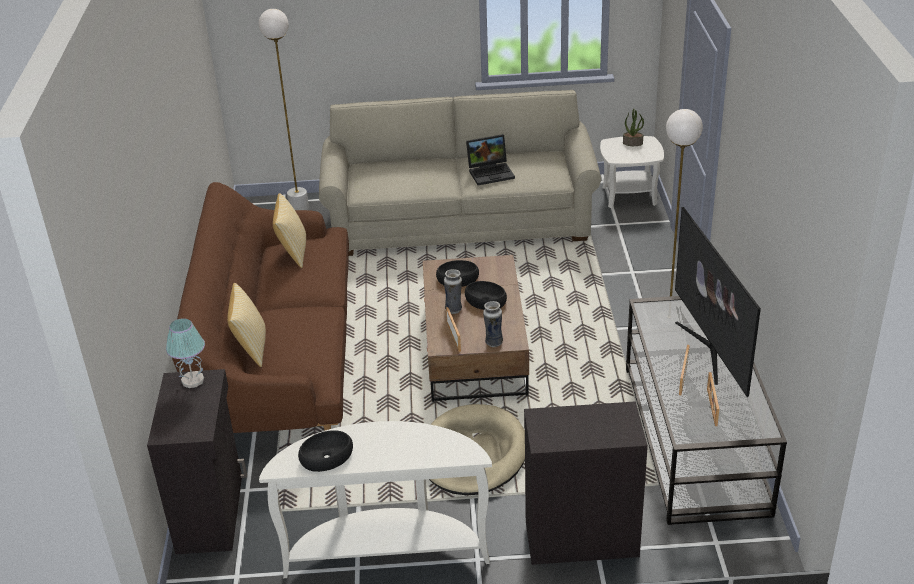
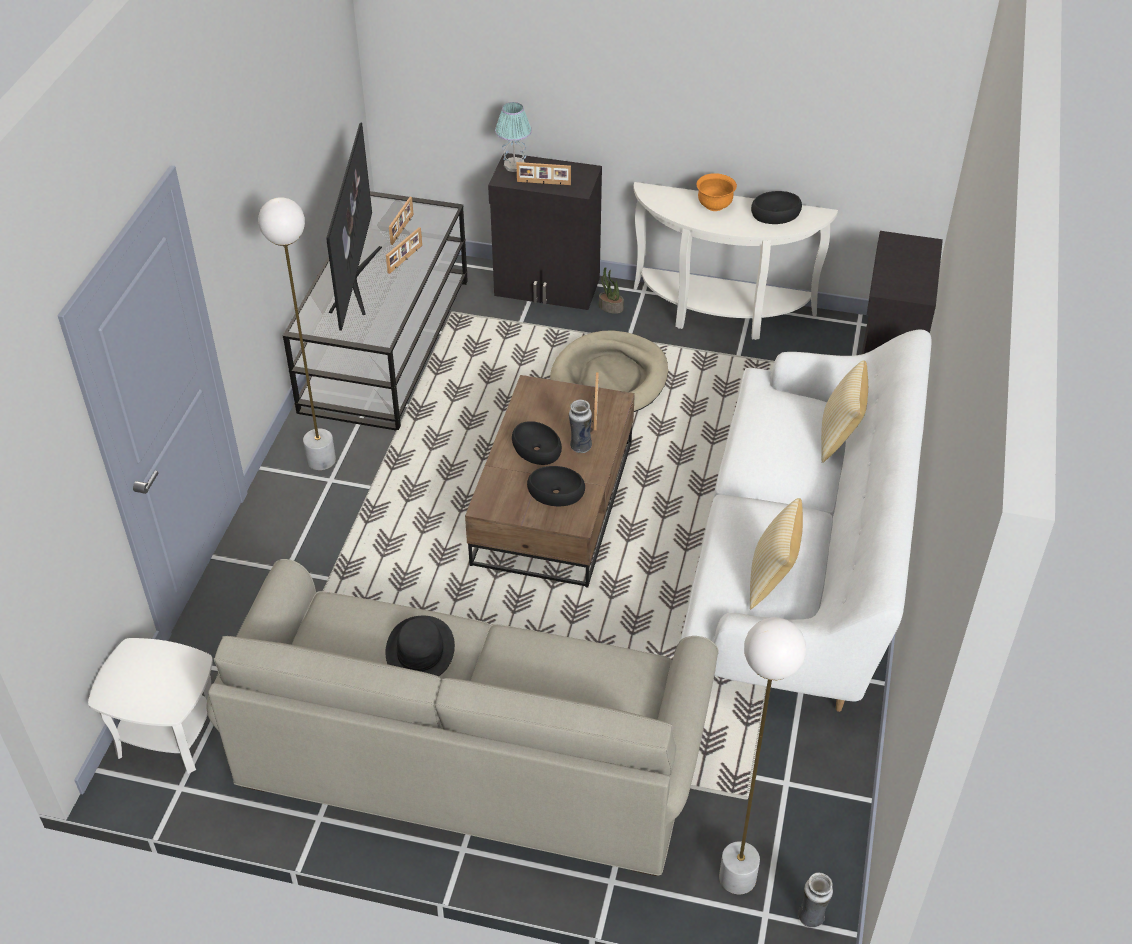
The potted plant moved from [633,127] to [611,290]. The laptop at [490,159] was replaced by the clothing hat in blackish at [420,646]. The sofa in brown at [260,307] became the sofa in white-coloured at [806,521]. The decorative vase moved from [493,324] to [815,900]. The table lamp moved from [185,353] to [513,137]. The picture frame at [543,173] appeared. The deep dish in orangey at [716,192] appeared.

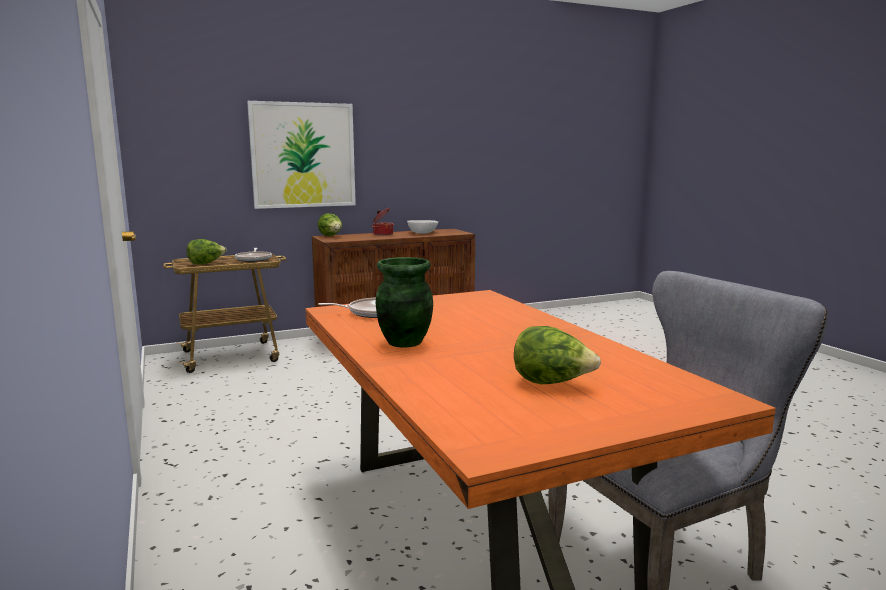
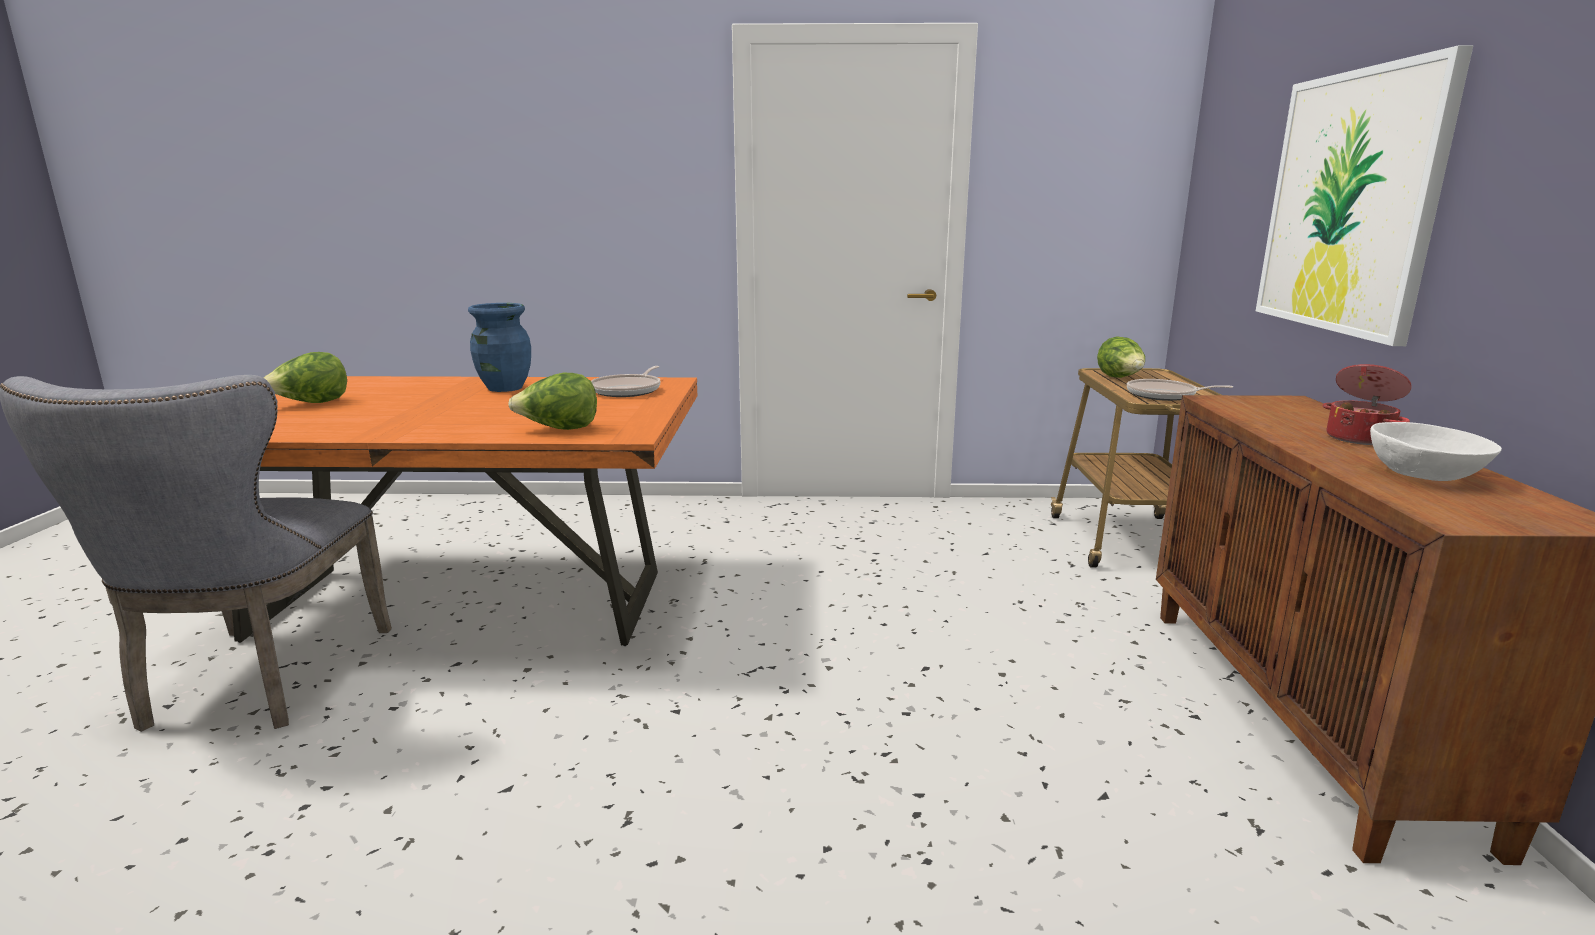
The lettuce head moved from [330,224] to [552,401]. The decorative vase in greenish at [404,302] became the decorative vase in blue at [499,347].

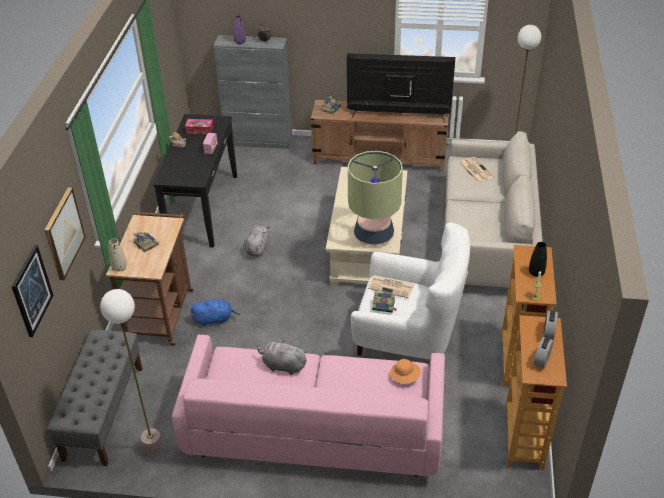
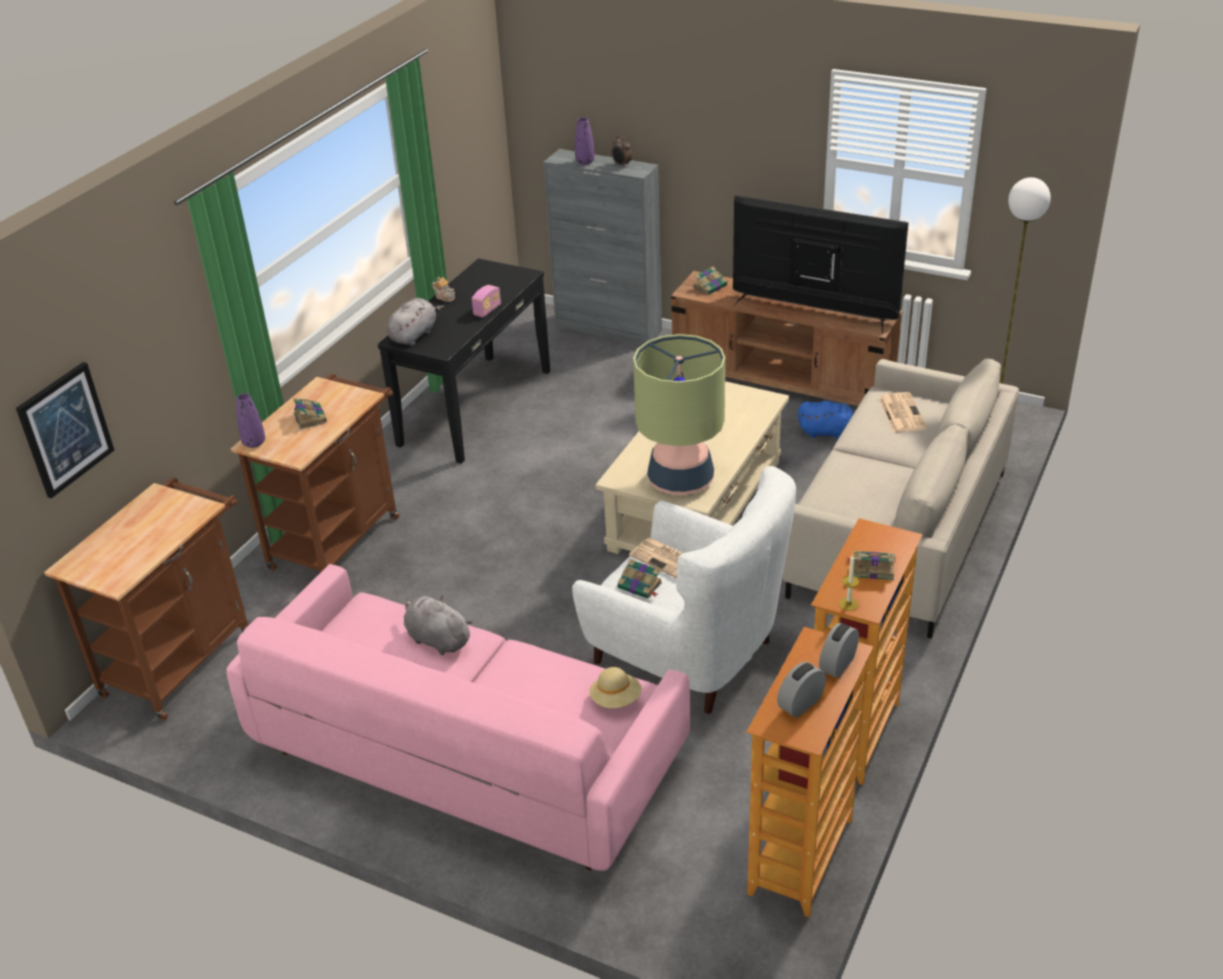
The tissue box at [199,126] disappeared. The wall art at [65,234] disappeared. The cuddly toy in greyish moved from [257,240] to [416,321]. The decorative vase in sand-coloured at [118,255] became the decorative vase in purple-coloured at [250,420]. The decorative vase in blackish at [538,259] was replaced by the volume at [871,565]. The standing lamp at [131,372] disappeared. The cuddly toy in blue moved from [215,312] to [826,420]. The bench in greyish at [95,398] was replaced by the wheeled cart in brown at [146,599]. The clothing hat in orangey at [405,371] became the clothing hat in sand-coloured at [615,687].

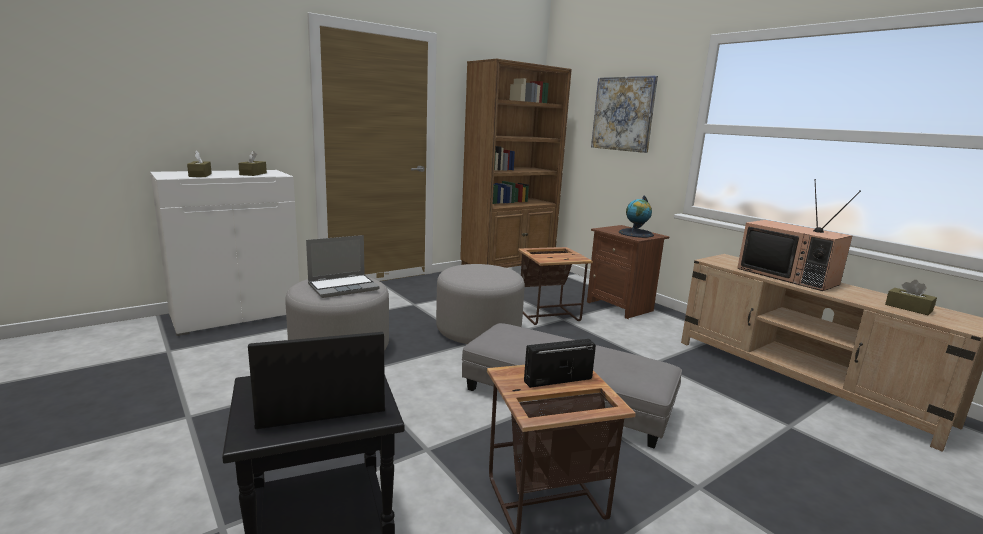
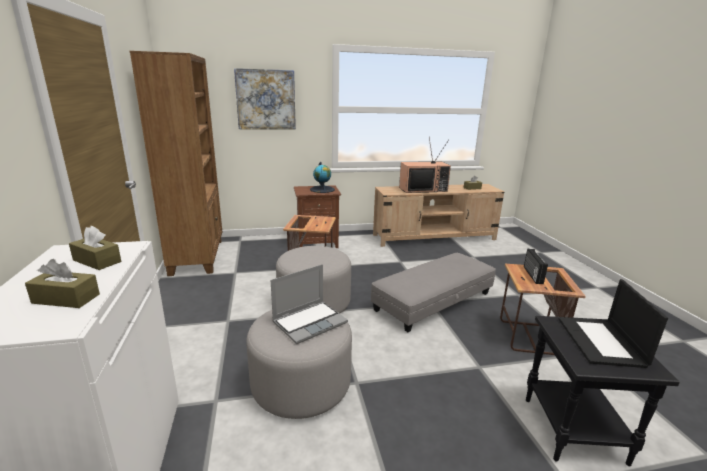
The laptop at [343,266] turned 60 degrees clockwise.

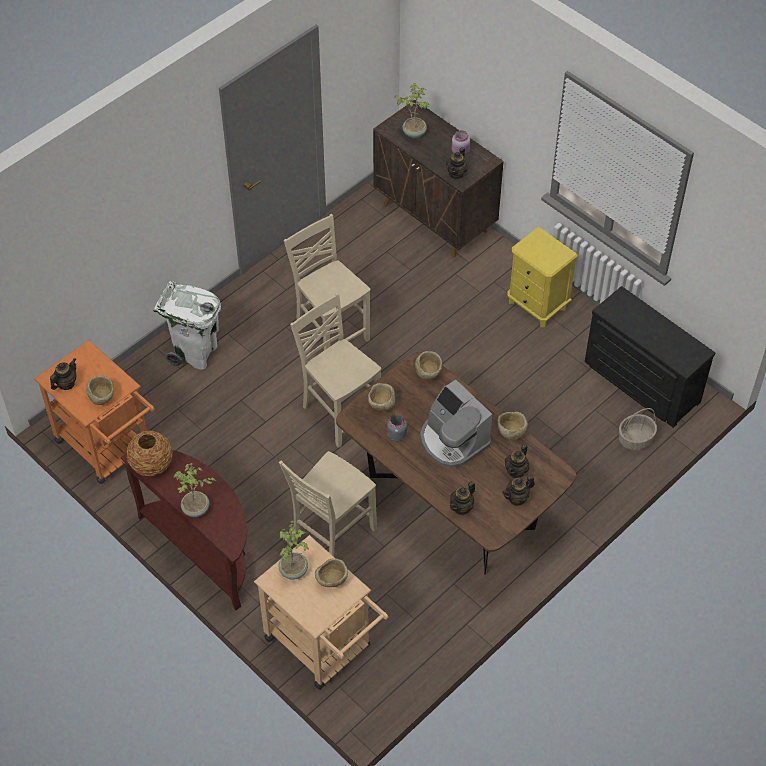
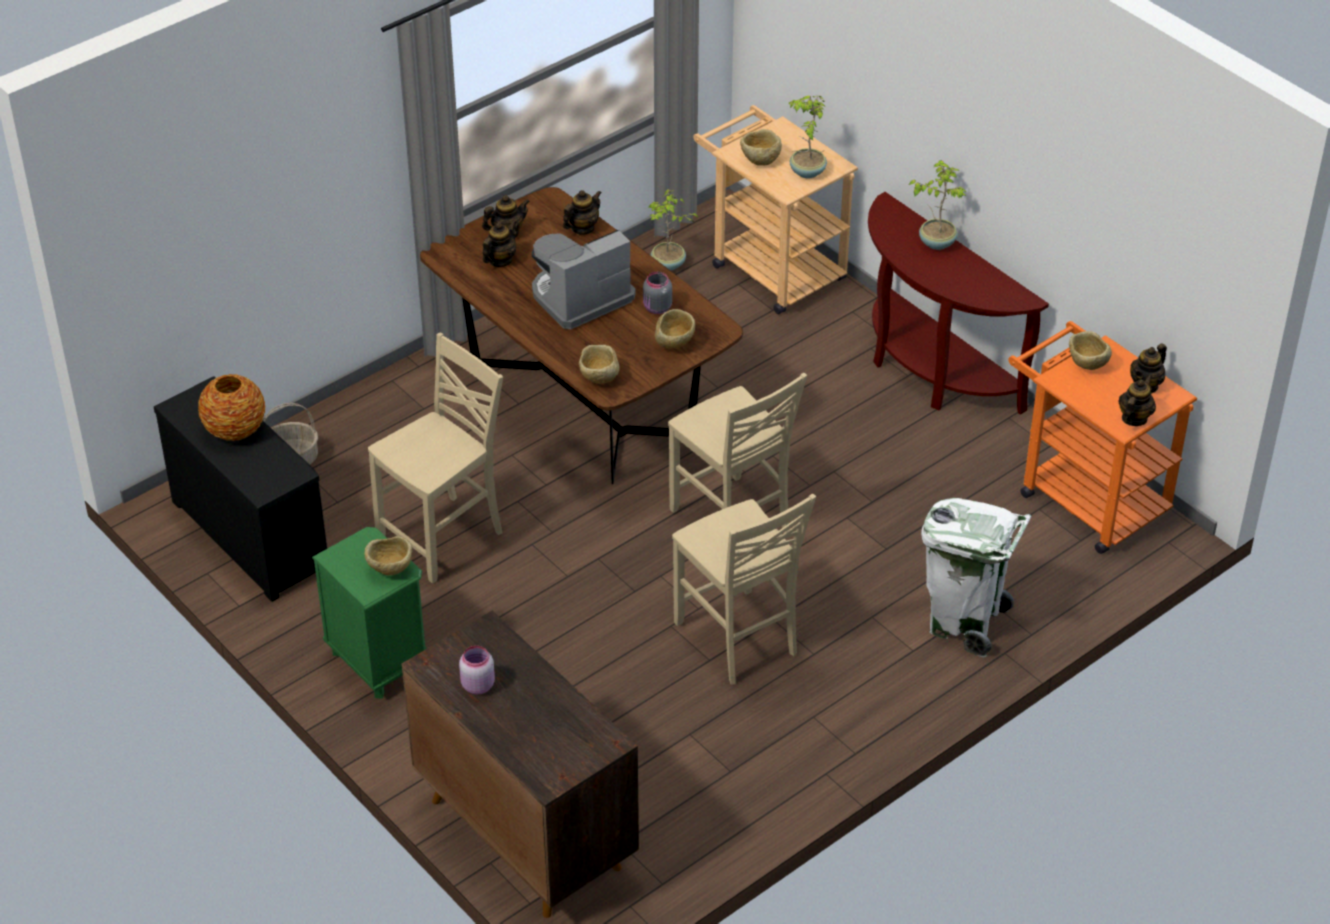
The potted plant moved from [412,110] to [673,230]. The teapot moved from [457,163] to [1137,400]. The bedside table in yellowish at [542,277] became the bedside table in greenish at [369,613]. The coffee machine at [456,424] turned 90 degrees counterclockwise. The deep dish in sand-coloured moved from [512,426] to [388,556]. The decorative vase moved from [150,453] to [231,407]. The plain chair in sand-coloured moved from [328,503] to [435,458].

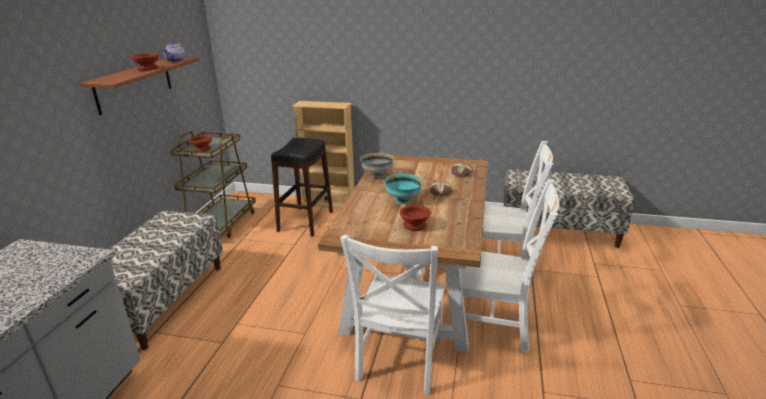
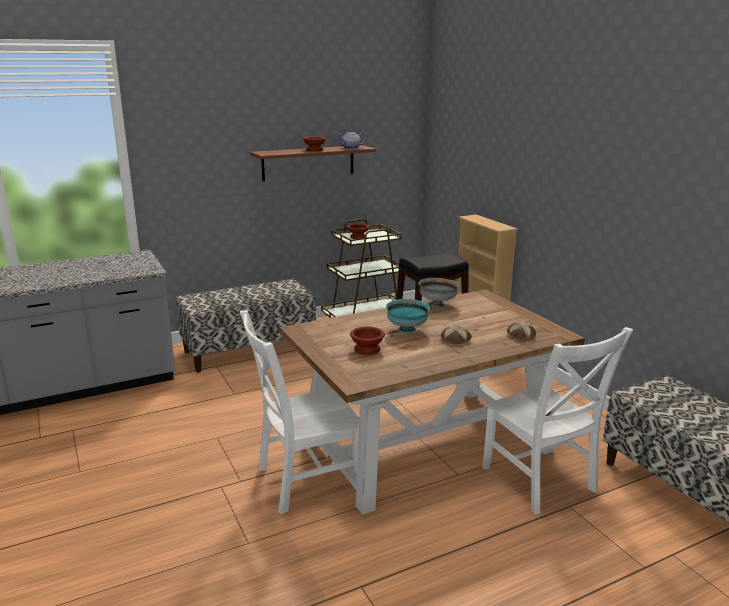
The plain chair in white-coloured at [506,266] disappeared.

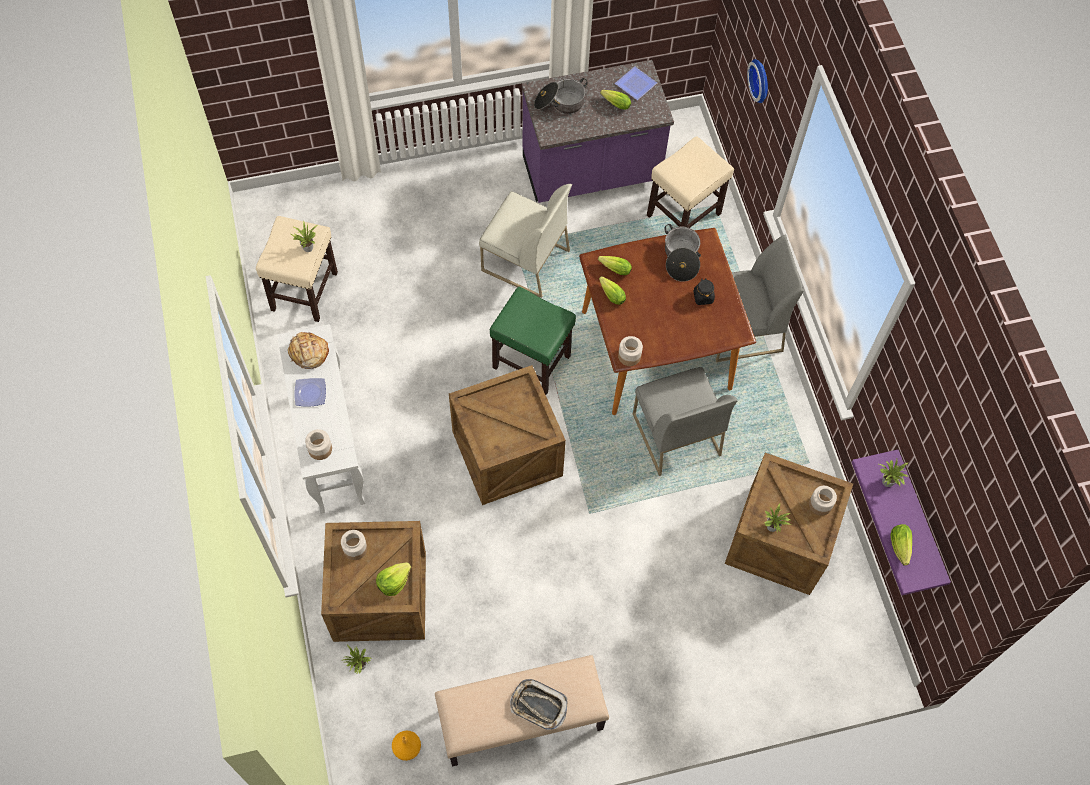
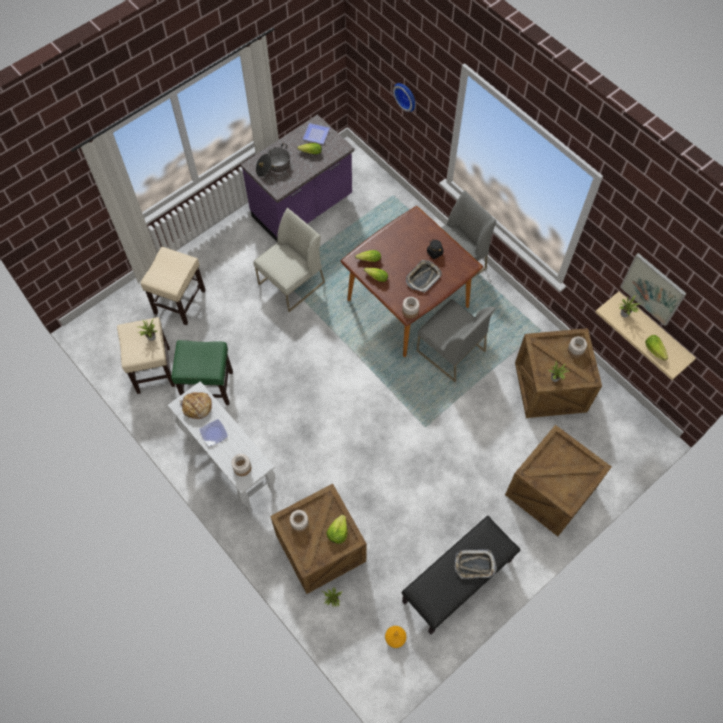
The sitting stool in sand-coloured moved from [690,182] to [173,286]. The plain chair in white-coloured at [525,241] turned 45 degrees counterclockwise. The cooking pot at [682,253] disappeared. The sitting stool in greenish moved from [533,341] to [202,372]. The crate moved from [507,435] to [558,480]. The wall shelf in purple-coloured at [901,523] became the wall shelf in sand-coloured at [645,336]. The bench in sand-coloured at [522,710] became the bench in blackish at [461,575]. The wall art at [653,289] appeared. The tray at [424,276] appeared.

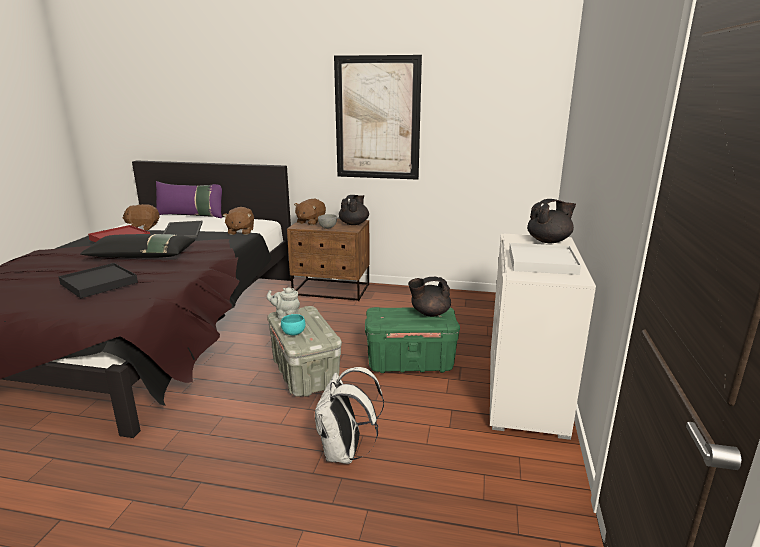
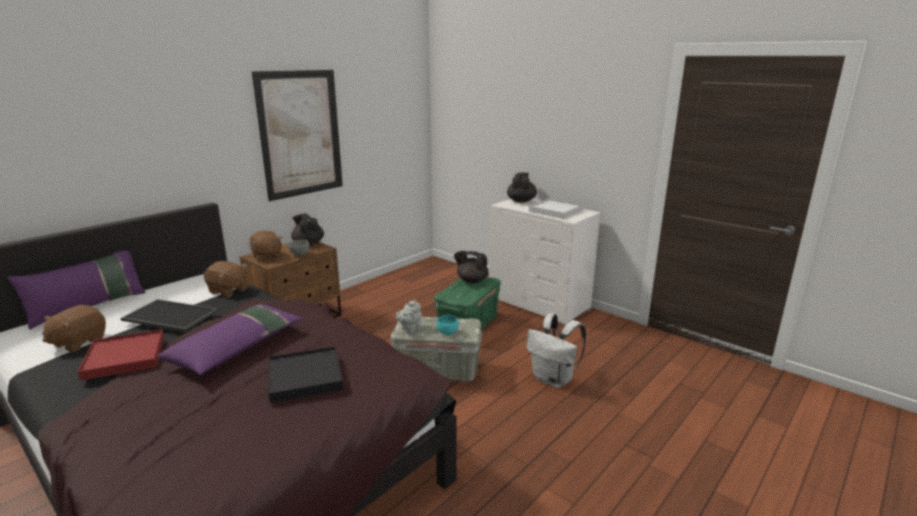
The pillow in blackish at [137,246] became the pillow in purple-coloured at [229,339]. The teapot in blackish at [429,297] turned 90 degrees clockwise.

